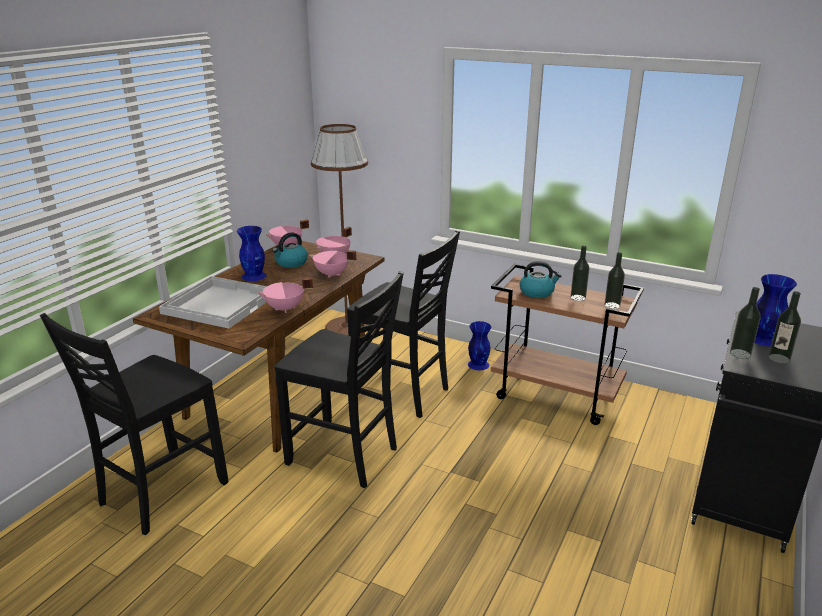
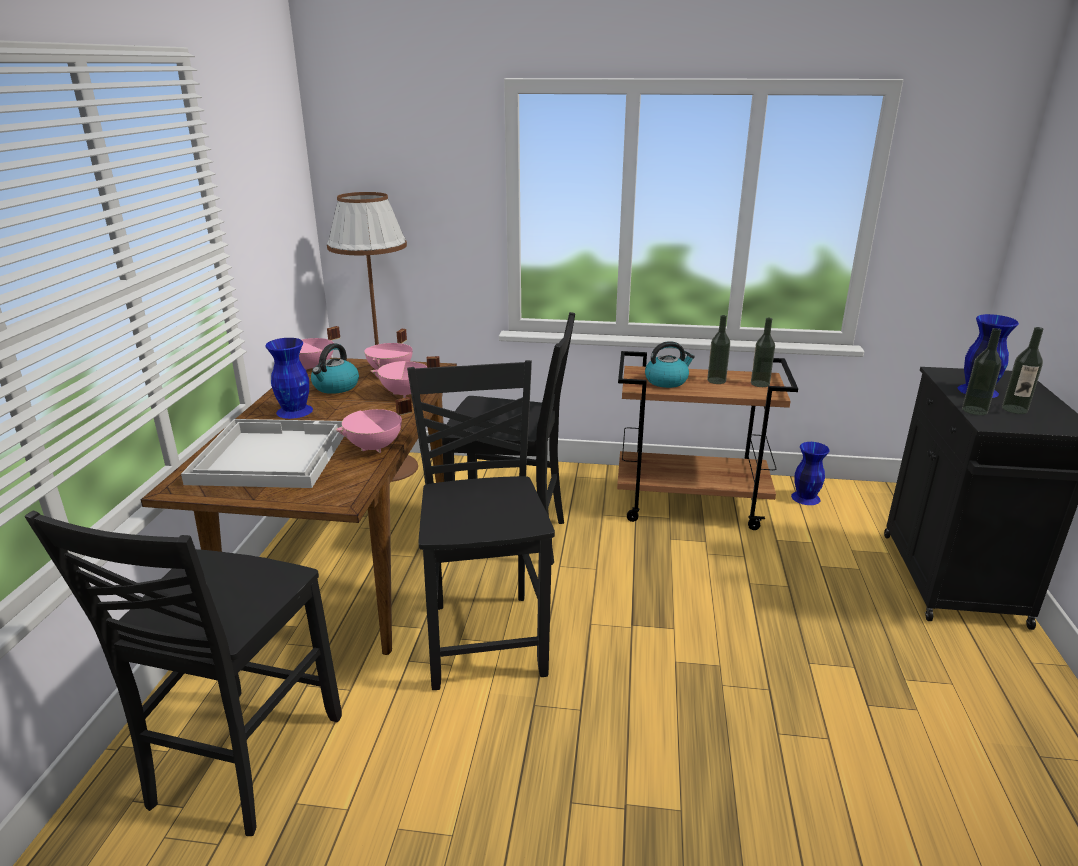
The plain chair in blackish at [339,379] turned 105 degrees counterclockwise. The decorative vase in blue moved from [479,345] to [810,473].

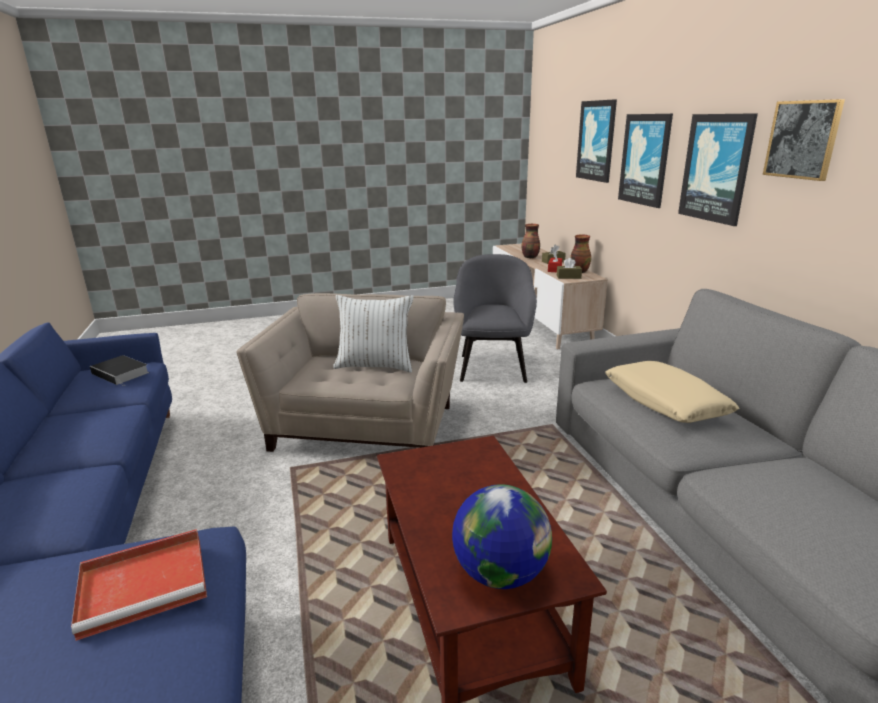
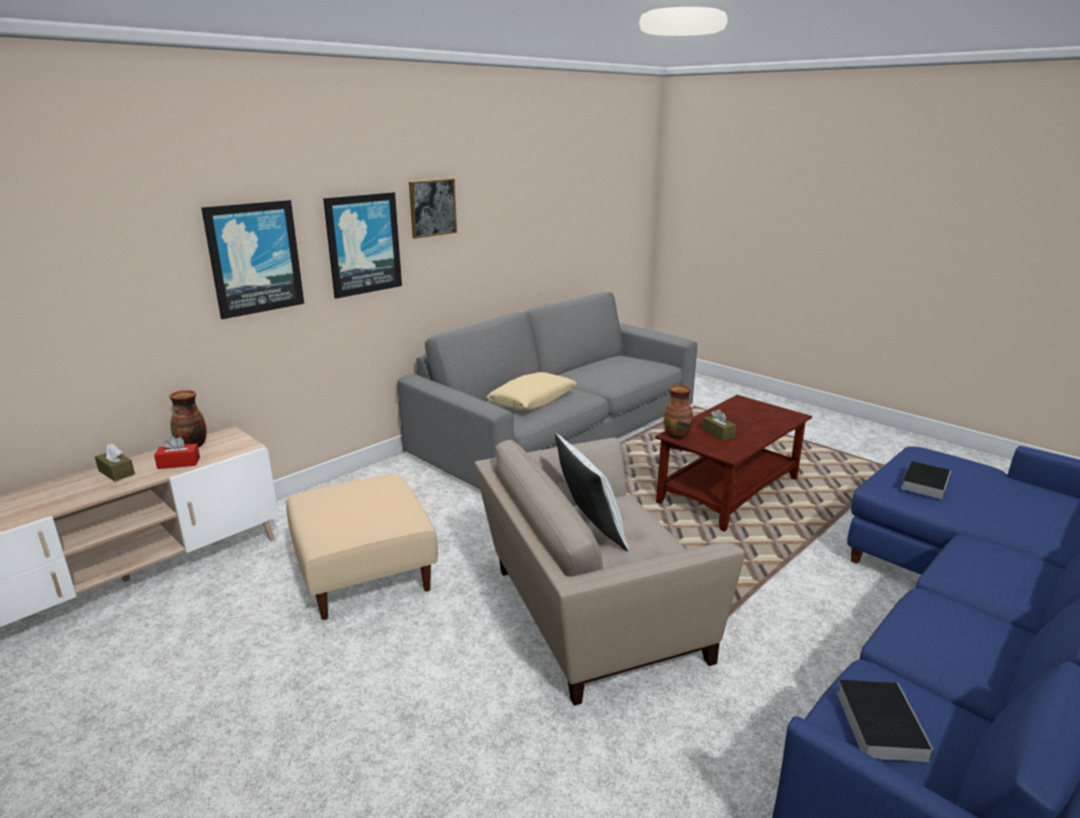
The wall art at [596,141] disappeared. The decorative vase moved from [530,241] to [678,412]. The armchair in greyish at [495,318] was replaced by the pouffe in sand-coloured at [362,547]. The tissue box in brown moved from [569,268] to [719,425]. The desk globe at [502,536] disappeared. The tray in red-coloured at [139,585] was replaced by the volume at [926,480].

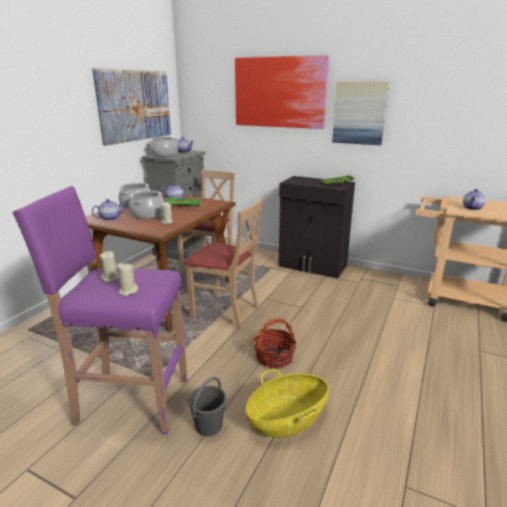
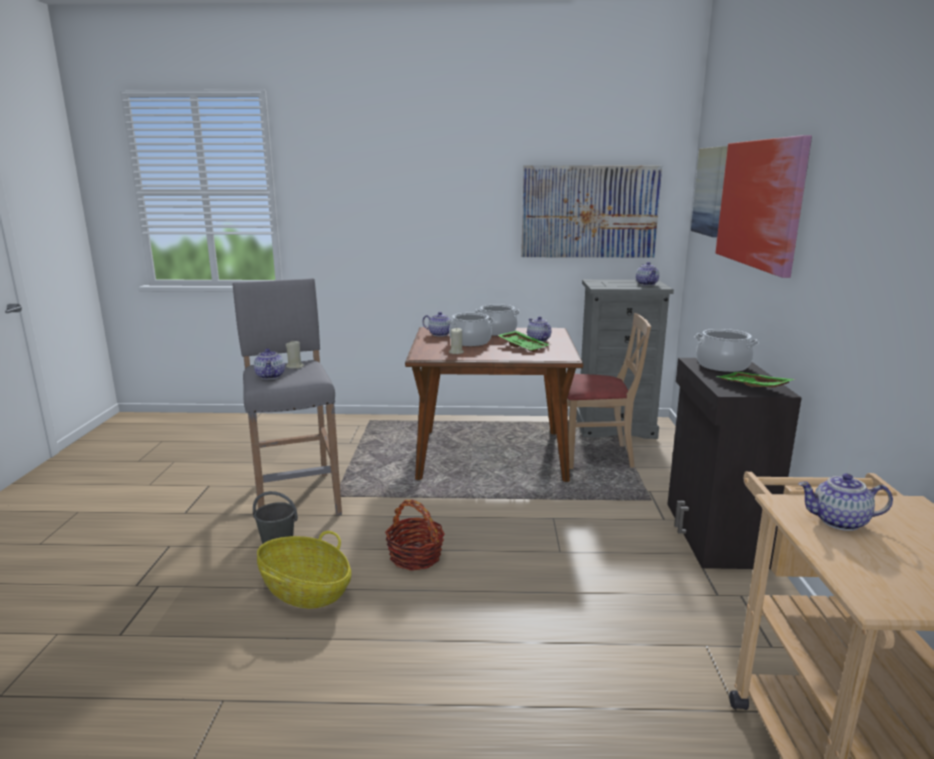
The wall art moved from [360,113] to [709,191]. The cooking pot moved from [163,147] to [727,350]. The sitting stool in purple-coloured at [100,310] became the sitting stool in greyish at [287,396]. The plain chair in sand-coloured at [223,264] disappeared. The candle in sand-coloured at [127,279] was replaced by the teapot at [269,364].

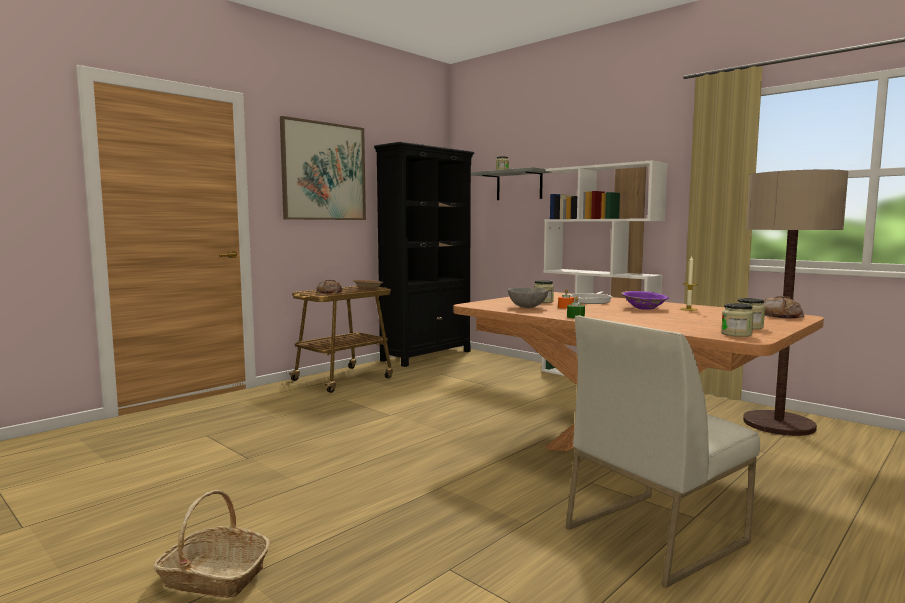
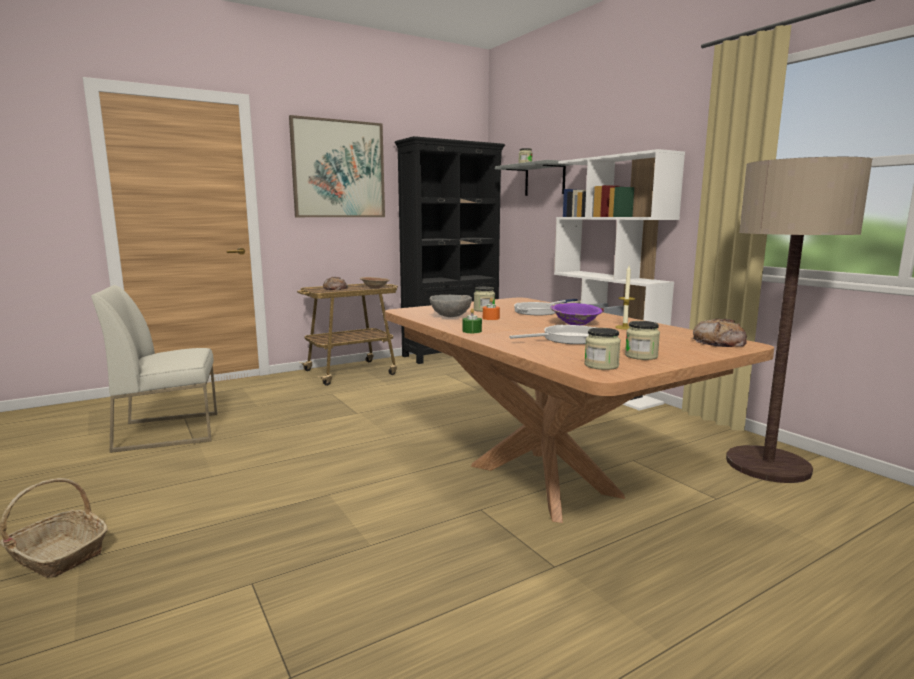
The plain chair in white-coloured moved from [663,452] to [154,369]. The skillet at [553,334] appeared.

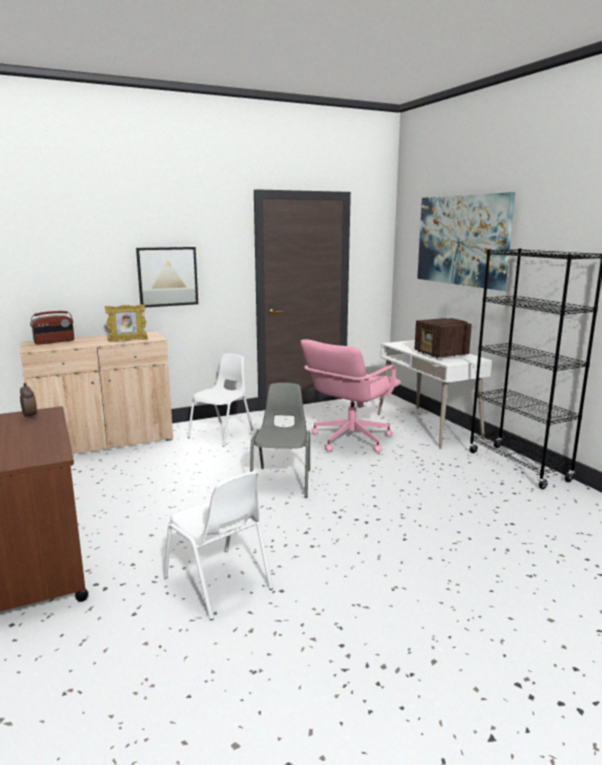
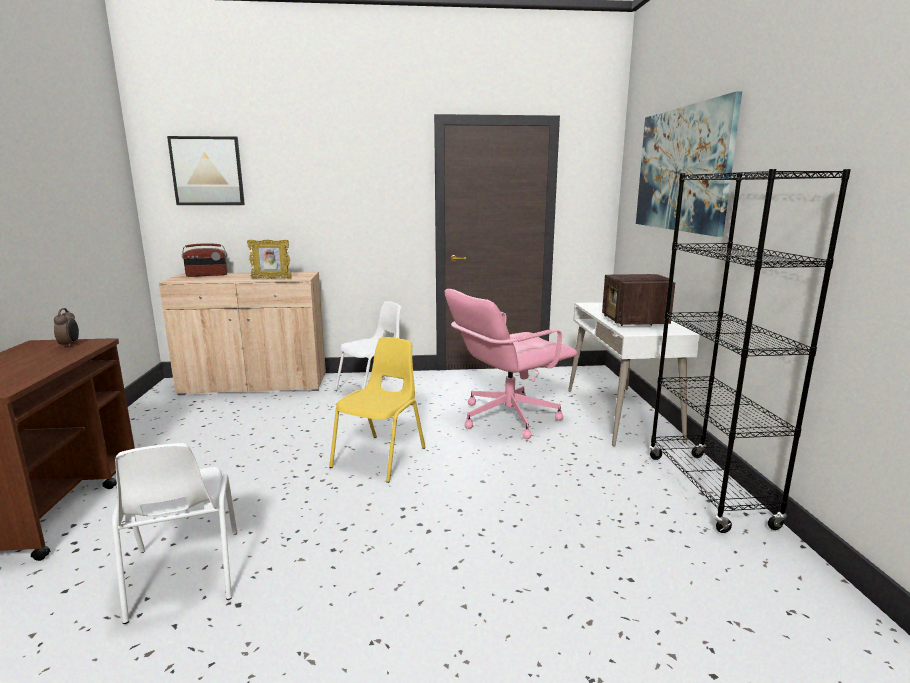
The wall art moved from [167,277] to [206,170]. The plain chair in greyish at [280,440] became the plain chair in yellowish at [377,410].

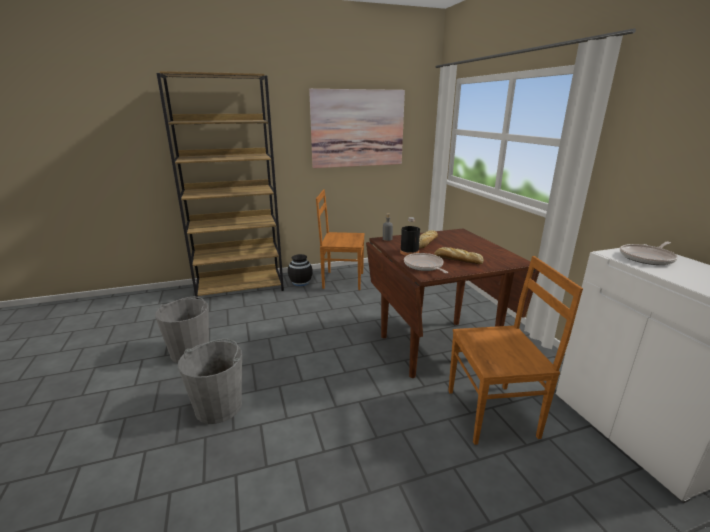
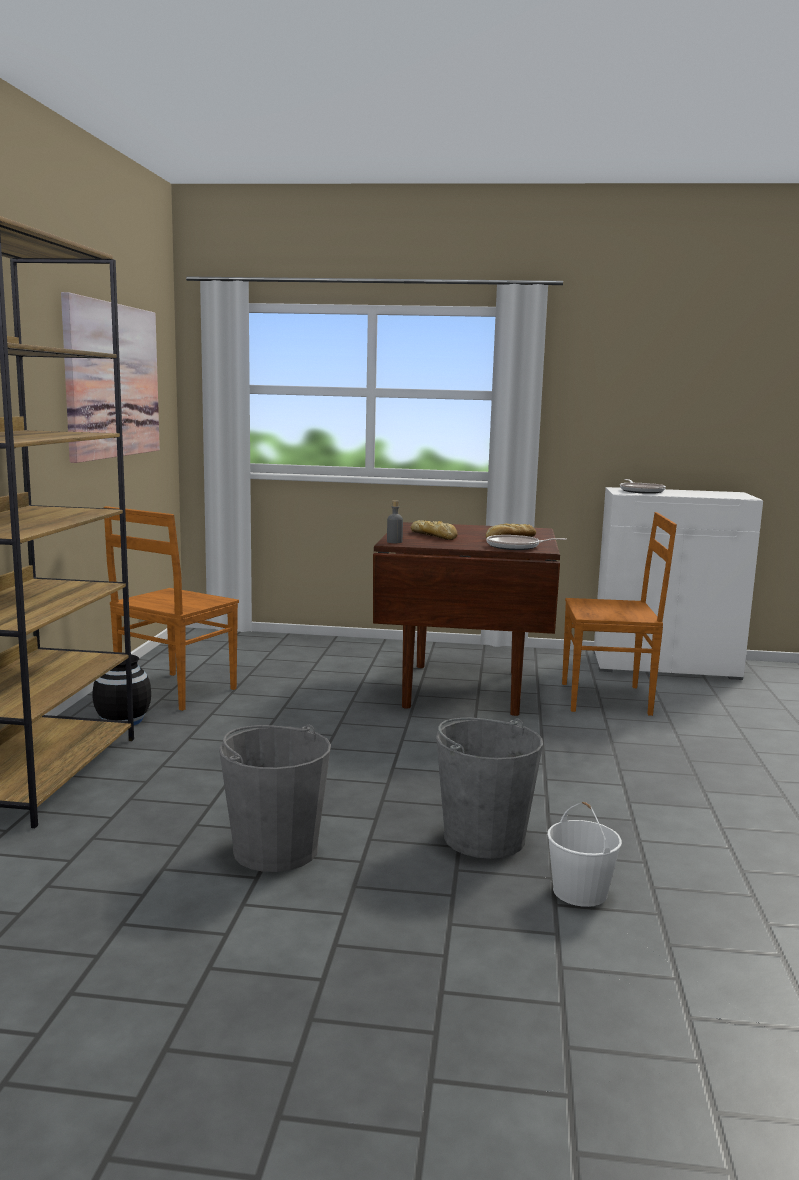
The drink bottle in blackish at [410,236] disappeared. The plain chair in brown at [515,350] turned 75 degrees clockwise. The bucket in white-coloured at [584,854] appeared.

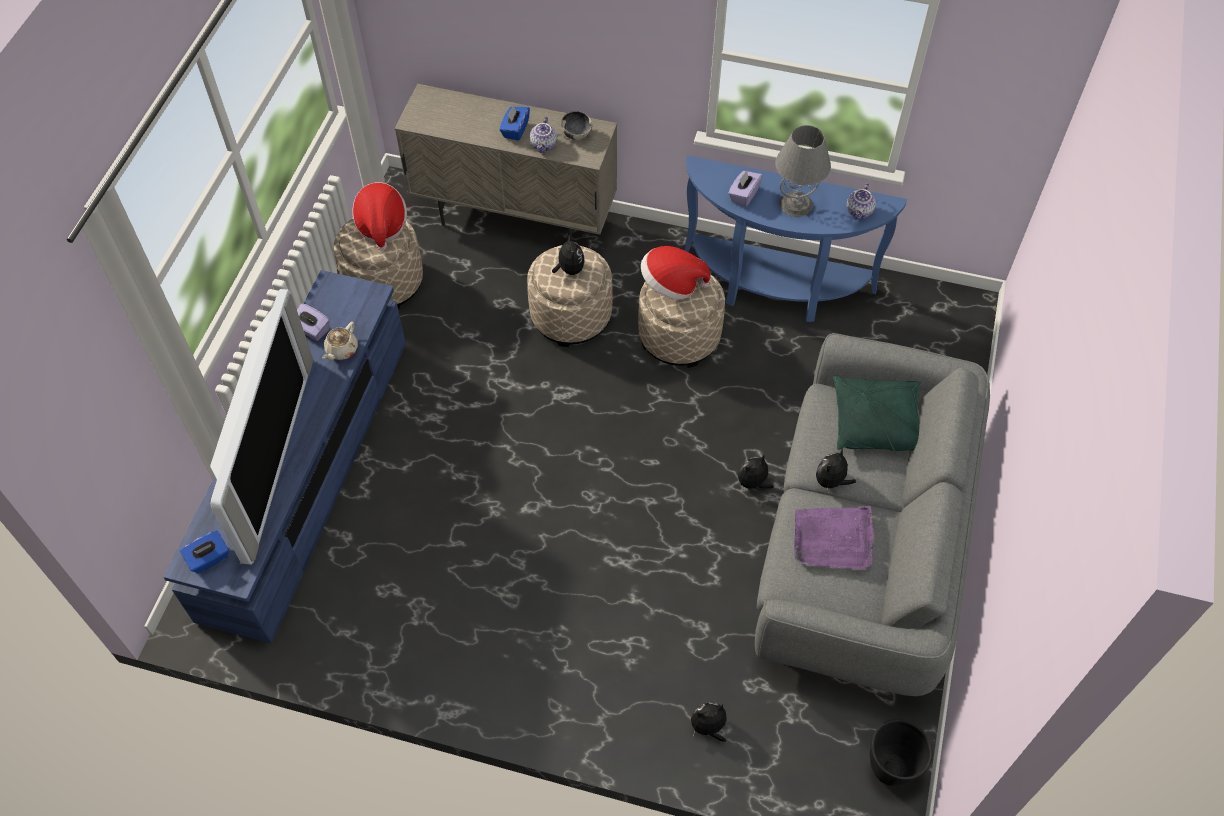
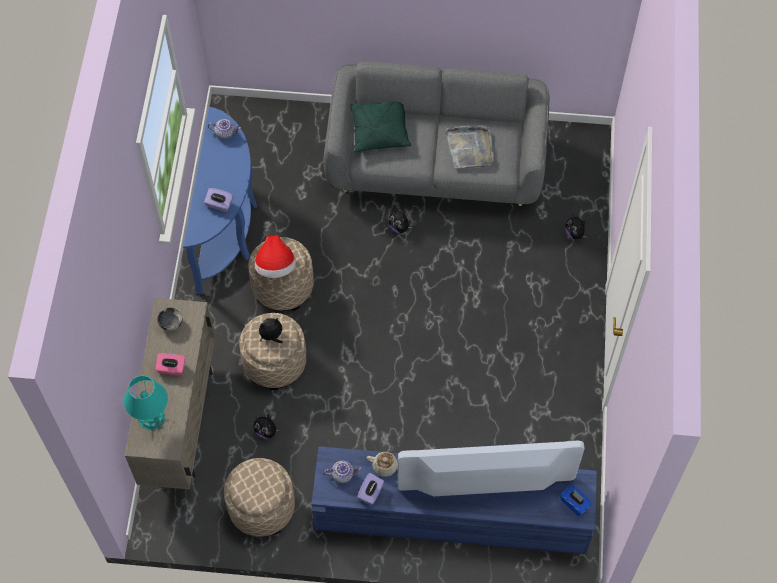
The tissue box in blue at [515,123] became the tissue box in pinkish at [170,364]. The teapot moved from [543,134] to [342,472]. The table lamp in greyish at [803,171] disappeared. The clothing hat at [379,216] disappeared. The cuddly toy moved from [836,471] to [267,426]. The tray in purple-coloured at [834,538] became the tray in greyish at [470,147]. The flower pot in blackish at [901,752] disappeared. The table lamp in blue-green at [146,403] appeared.

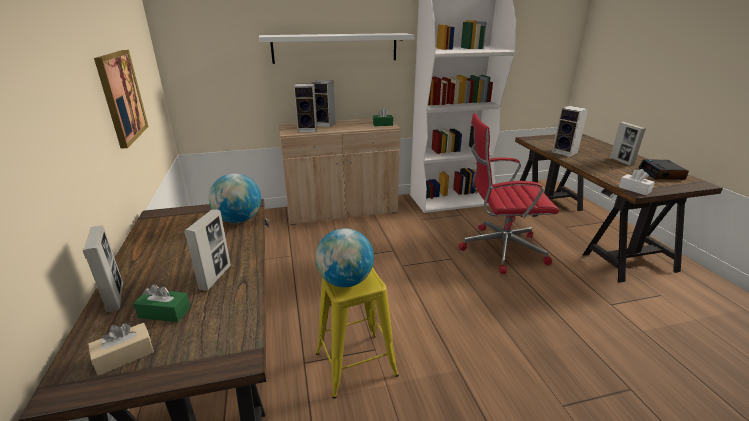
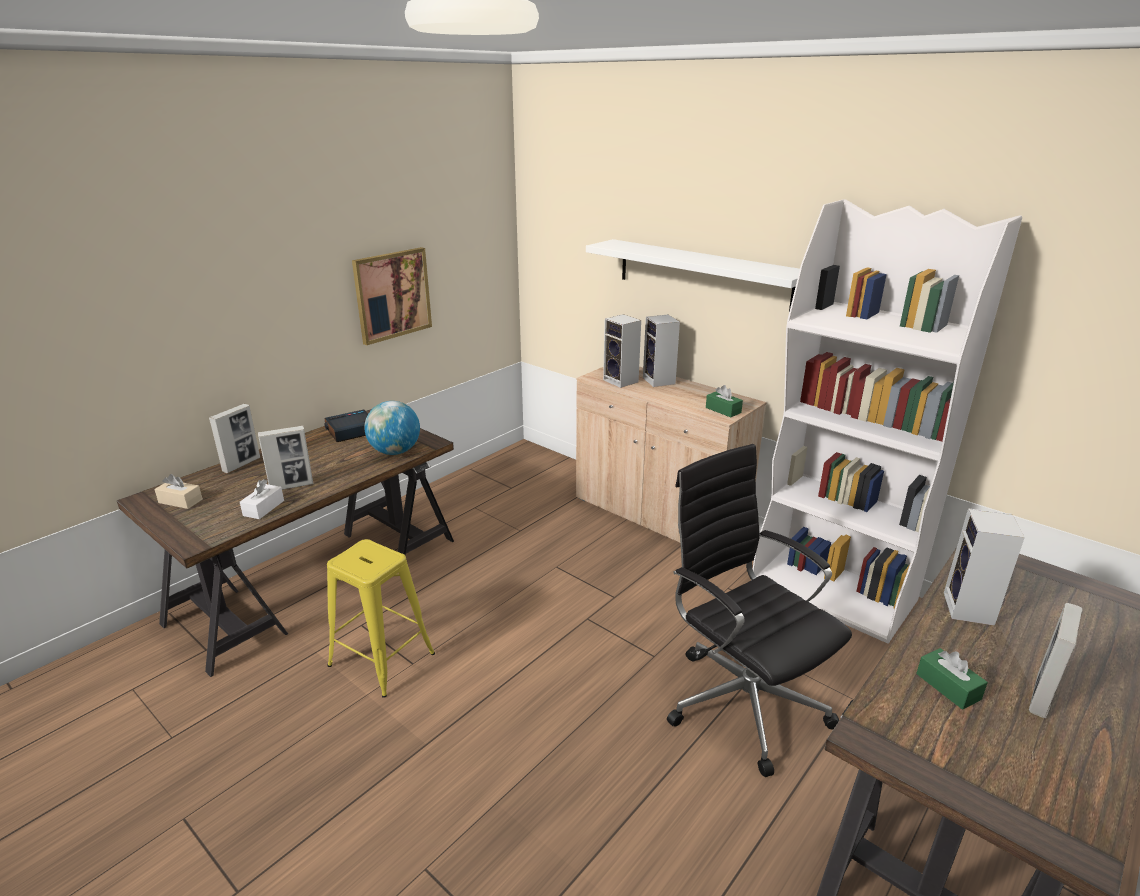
The office chair in red-coloured at [508,193] became the office chair in blackish at [759,610]. The table clock moved from [664,169] to [346,426]. The tissue box in white-coloured moved from [637,182] to [262,499]. The desk globe at [344,257] disappeared. The tissue box in greenish moved from [161,303] to [952,679].

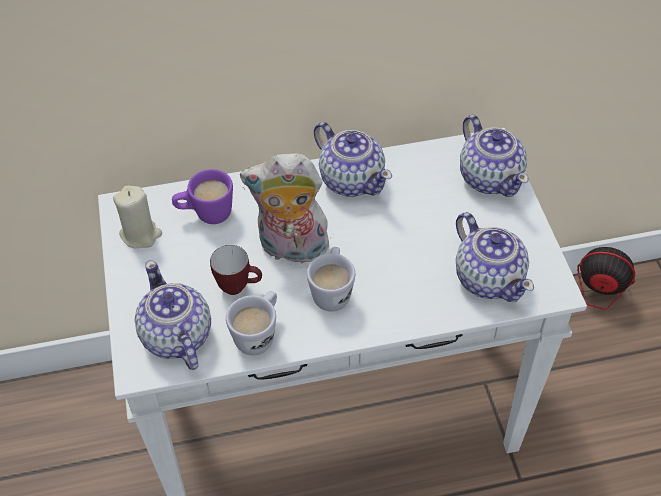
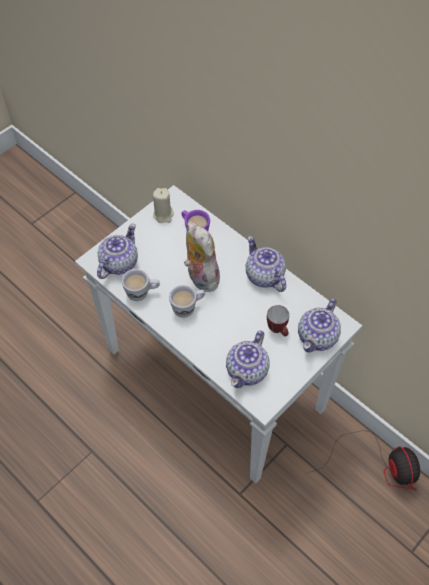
The teapot at [353,159] turned 135 degrees clockwise. The mug moved from [236,270] to [278,320].

